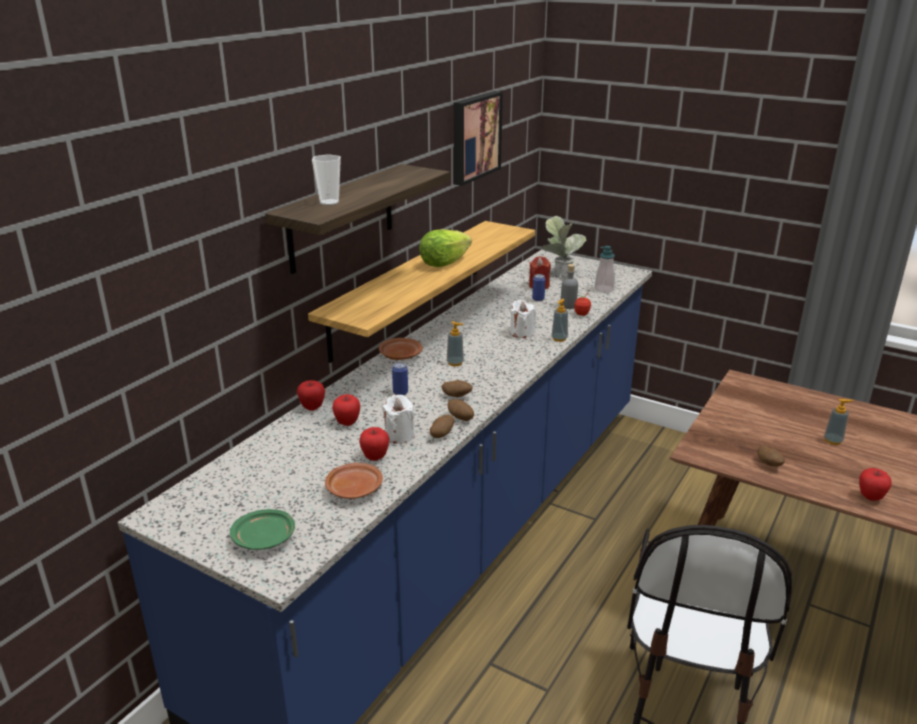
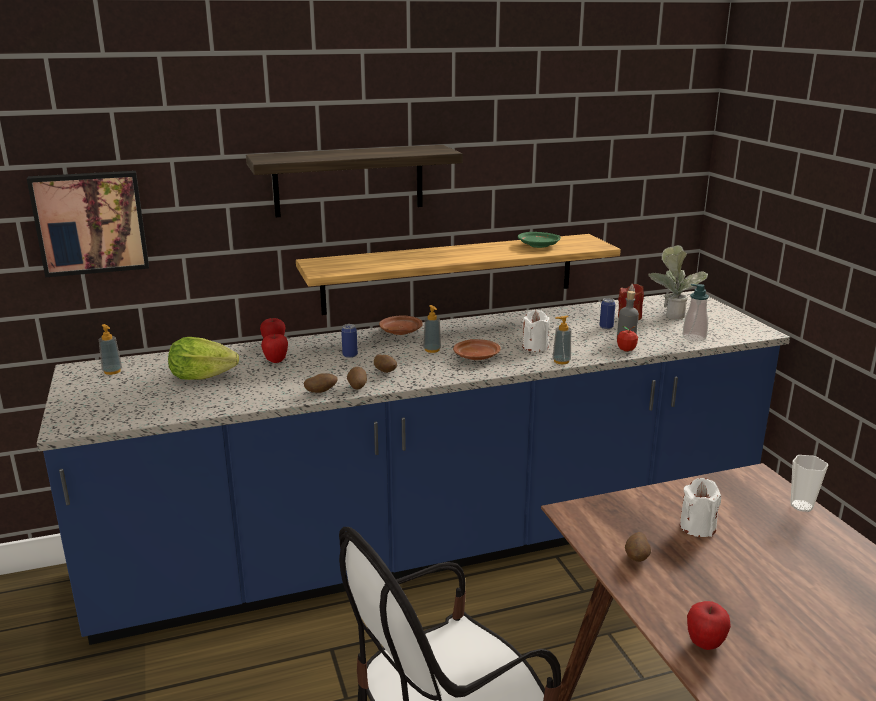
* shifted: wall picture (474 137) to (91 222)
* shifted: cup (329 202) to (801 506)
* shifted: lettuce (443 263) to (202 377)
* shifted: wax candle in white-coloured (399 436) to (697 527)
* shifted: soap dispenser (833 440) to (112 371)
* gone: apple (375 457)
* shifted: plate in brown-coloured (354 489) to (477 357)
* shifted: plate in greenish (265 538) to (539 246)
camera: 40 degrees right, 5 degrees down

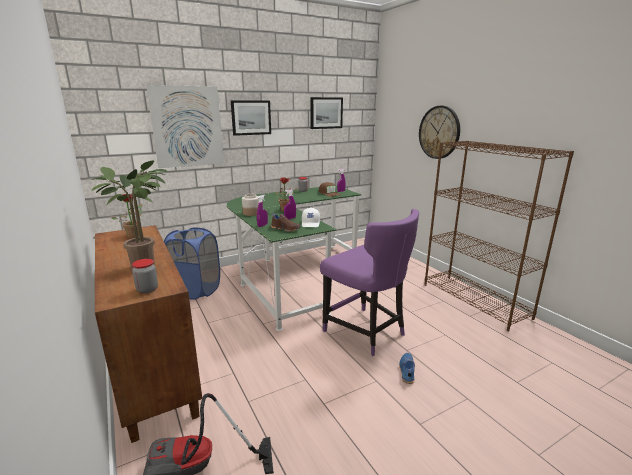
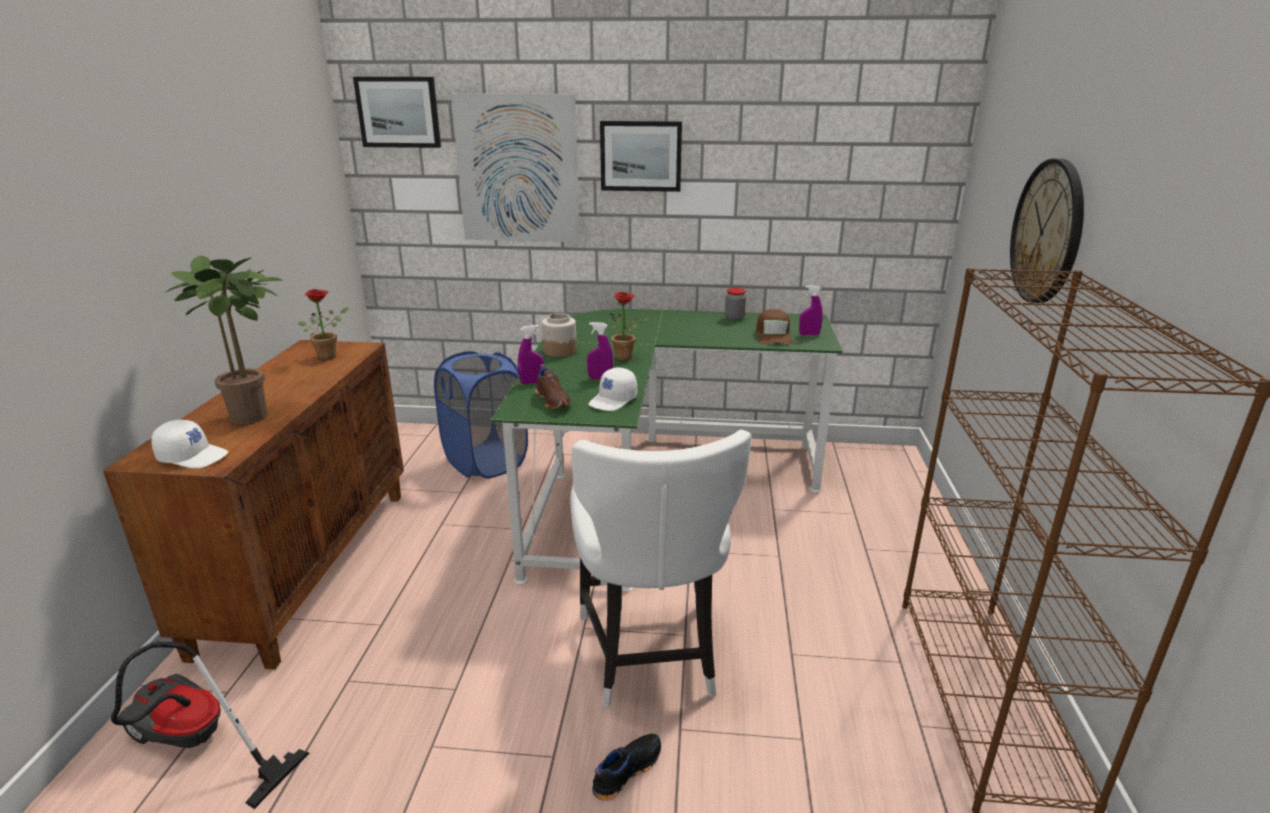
* shifted: wall picture (326 113) to (398 112)
* repainted: upright chair in purplish (366 332) to upright chair in white-coloured (649 655)
* swapped: storage jar (147 289) to peaked cap in white-coloured (193 456)
* repainted: low shoe in blue-coloured (406 371) to low shoe in blackish (625 770)
camera: 35 degrees right, 5 degrees up

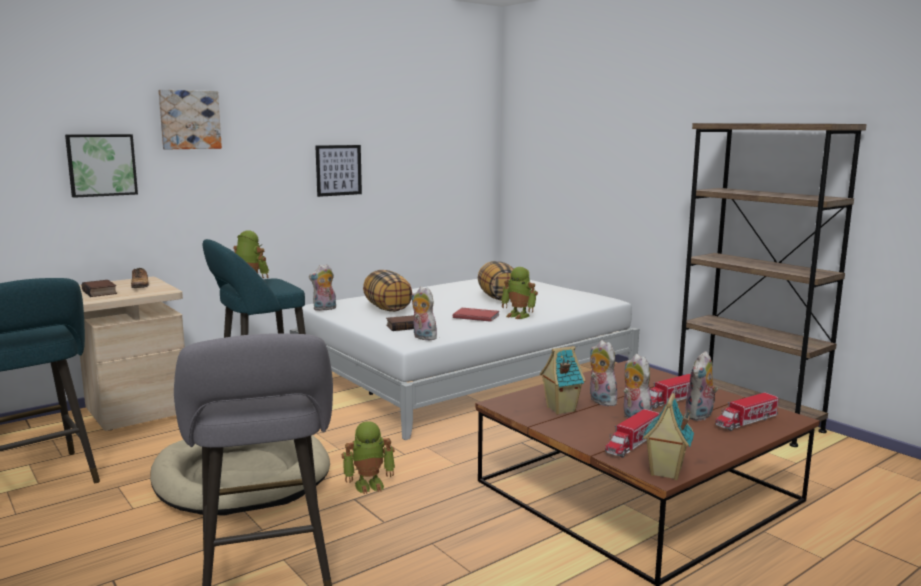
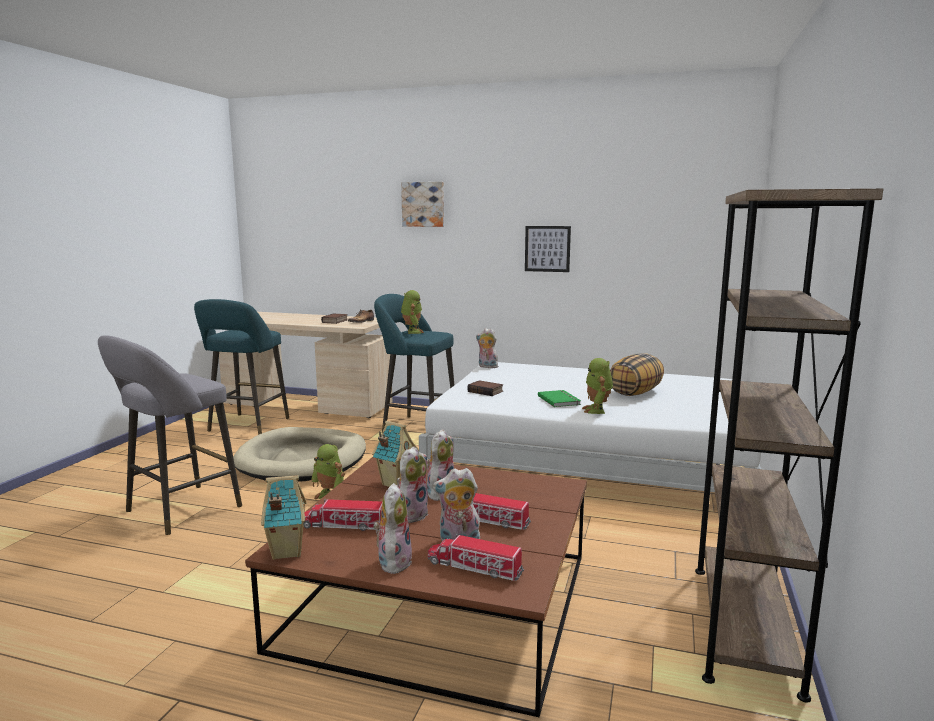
* gone: wall picture (101 165)
* gone: throw pillow (388 308)
* shifted: cuddly toy (422 337) to (393 561)
* repainted: bound book in red (476 316) to bound book in greenish (560 400)
camera: 55 degrees right, 0 degrees up

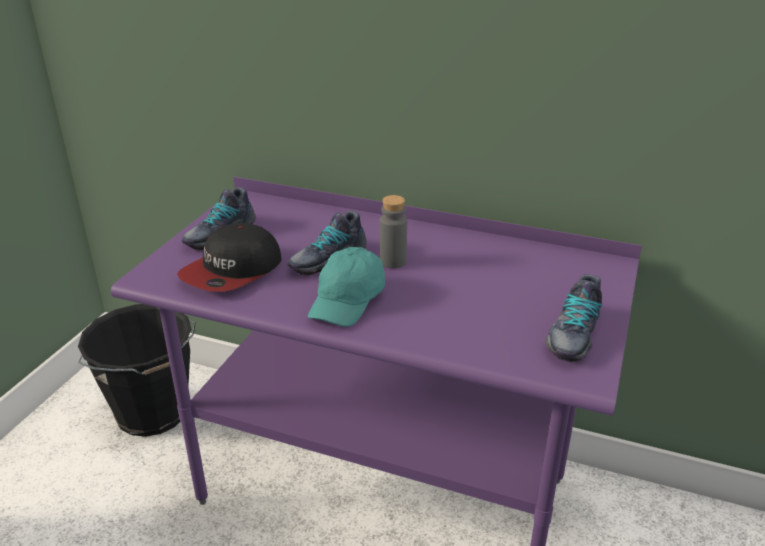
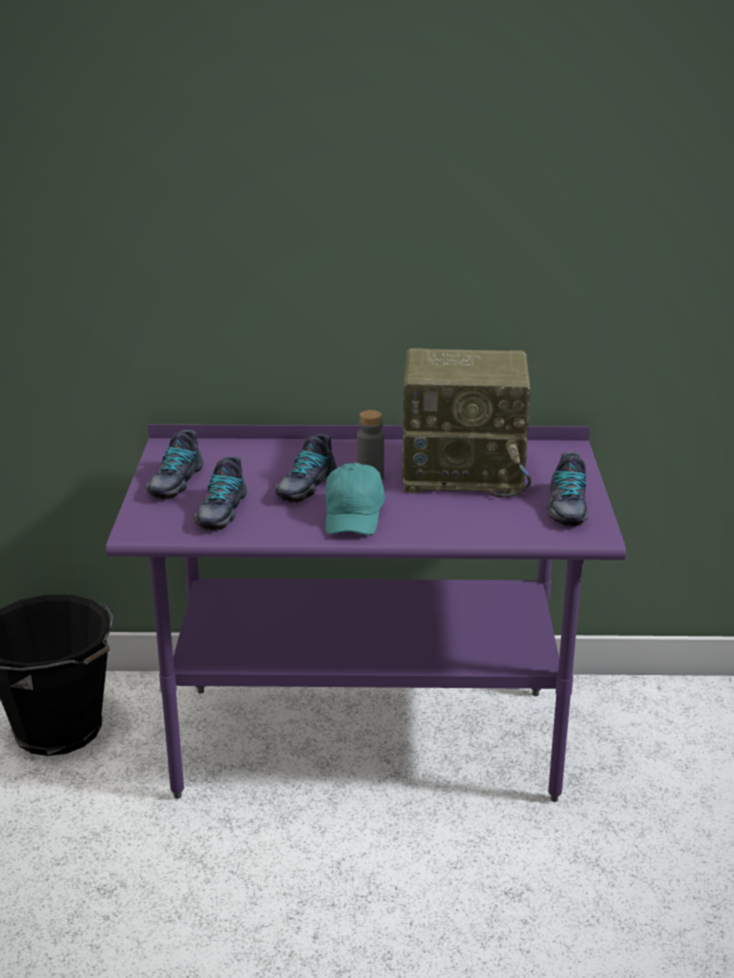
* swapped: peaked cap (233 271) to low shoe (220 511)
* new: radio receiver (465 472)
camera: 20 degrees left, 5 degrees down

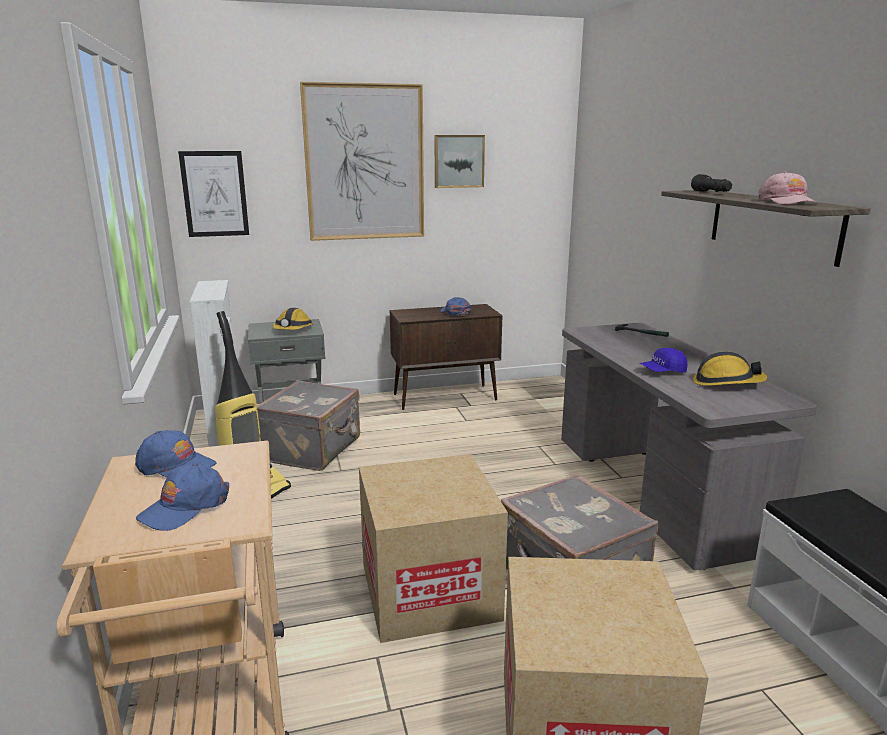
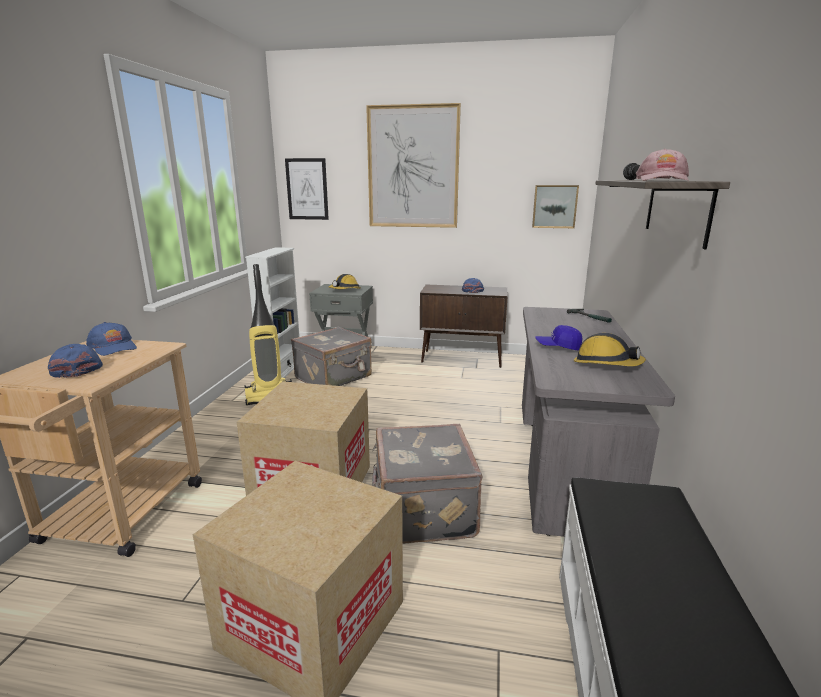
* shifted: wall picture (458 161) to (554 206)
* rotated: peaked cap in blue-coloured (185 507) = (77 368) 90 degrees clockwise
camera: 25 degrees right, 0 degrees up

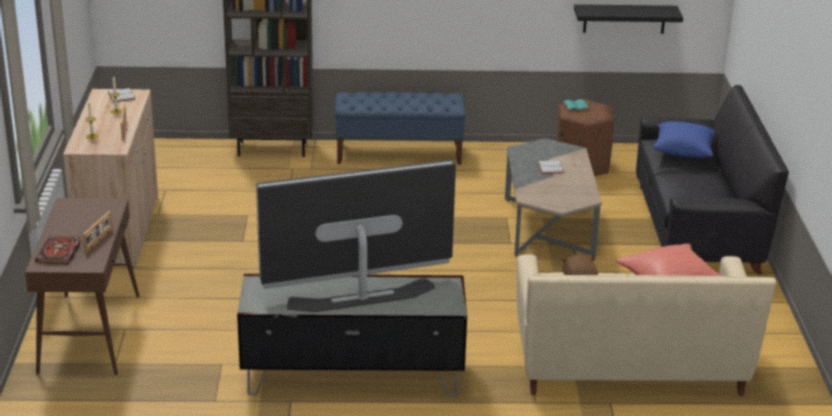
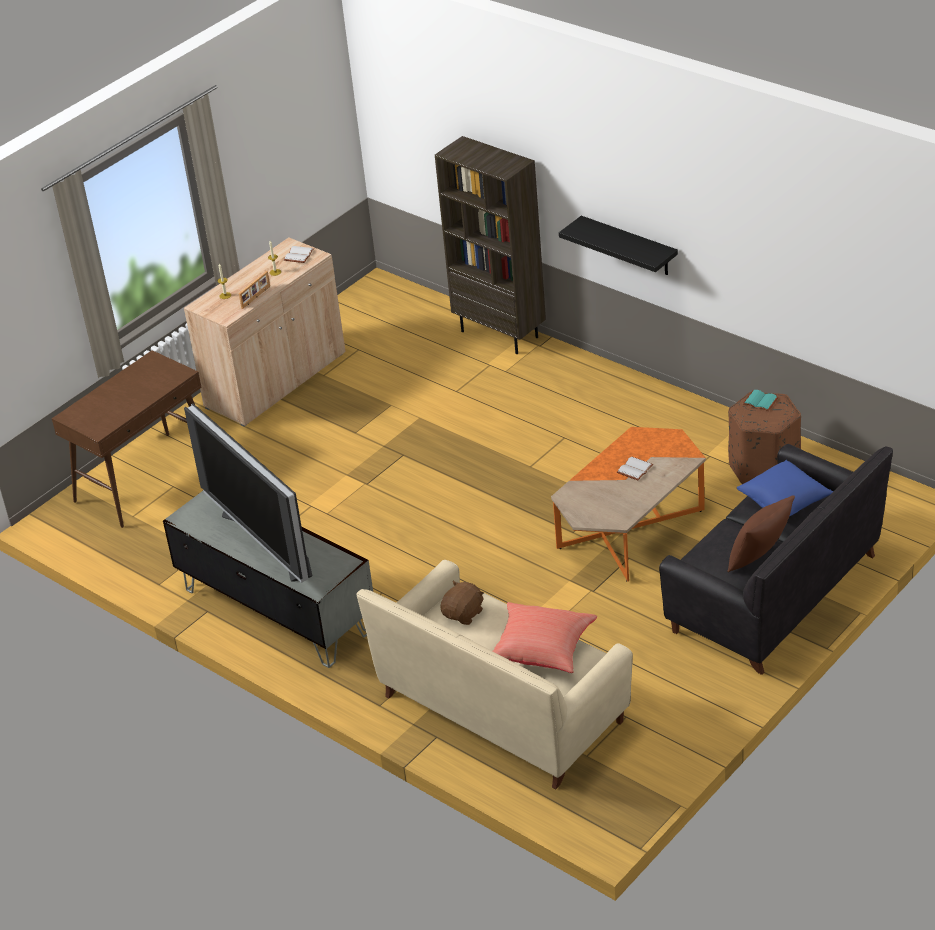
* shifted: shelf in blackish (624 18) to (629 246)
* gone: indoor bench in blue-coloured (399 154)
* repainted: low table in grey (549 227) to low table in orange (631 530)
* rotated: television (359 295) = (267 543) 150 degrees counterclockwise
* gone: picture frame (99 240)
* gone: bound book (59 252)
* new: throw pillow in brown-coloured (760 559)
camera: 45 degrees right, 10 degrees up

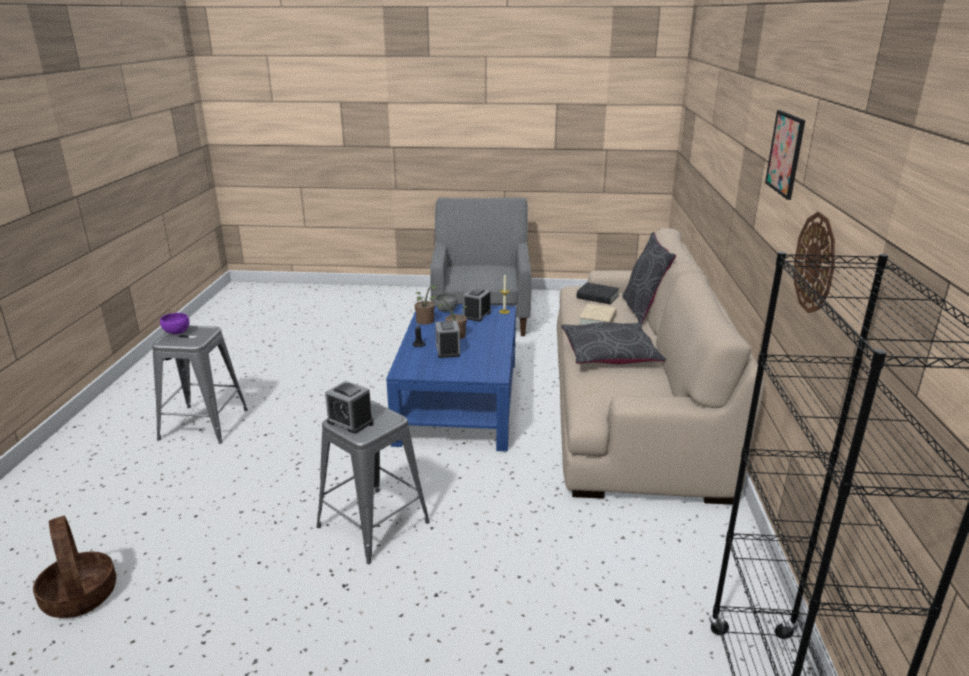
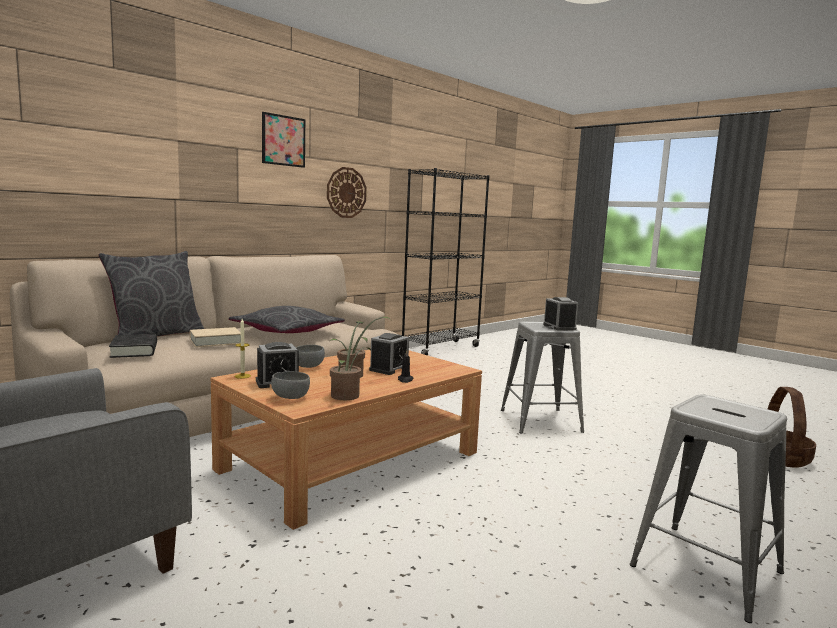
* repainted: low table in blue-coloured (459 401) to low table in brown-coloured (353 460)
* gone: serving bowl in purplish (177 332)
* new: serving bowl in grey (308 367)
camera: 140 degrees left, 15 degrees down

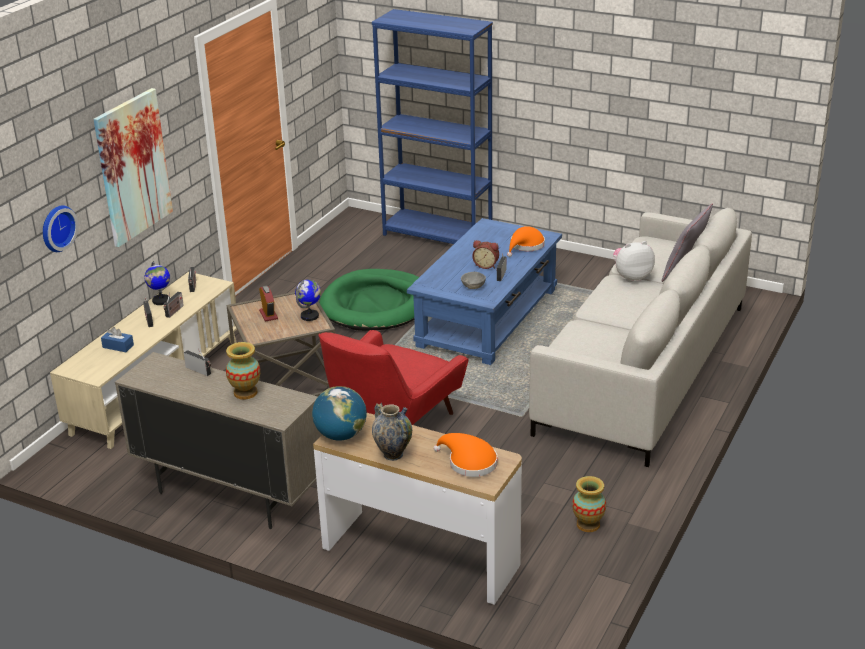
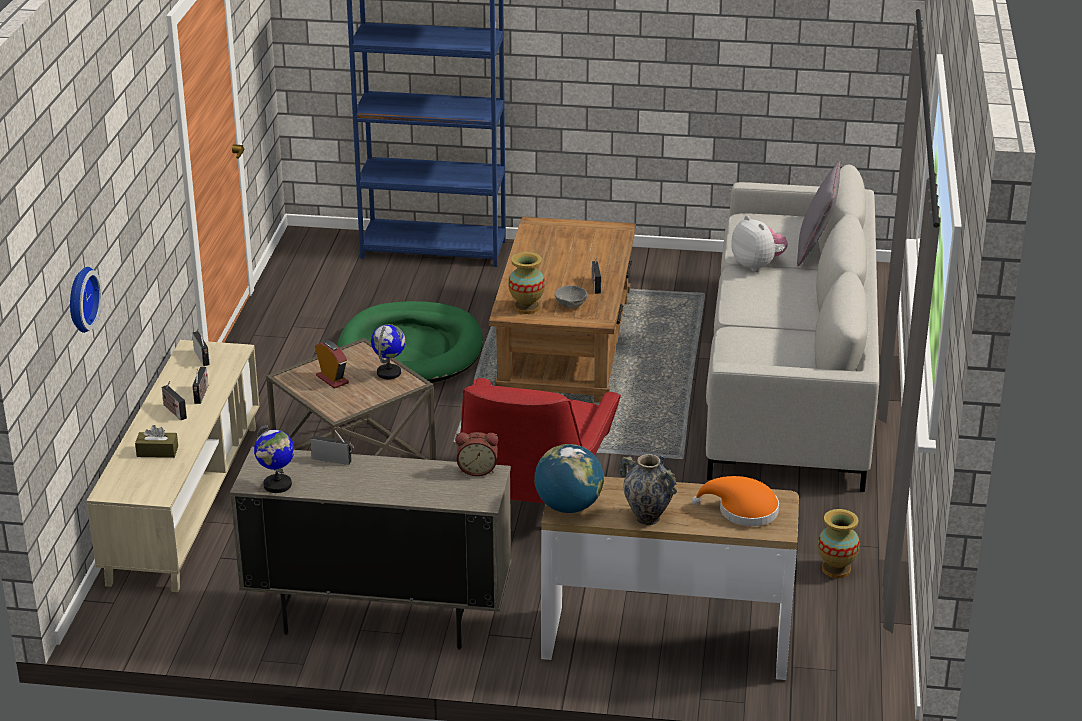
* gone: wall picture (133 167)
* repainted: low table in blue-coloured (487 318) to low table in brown-coloured (565 346)
* gone: wearable hat in orange (525 246)
* shifted: bedside clock (486 265) to (477 469)
* rotated: cuddly toy (631 277) = (757 265) 90 degrees clockwise
* shifted: globe (161 301) to (277 485)
* repainted: tissue holder in blue-coloured (118 346) to tissue holder in brown-coloured (157 451)
* shifted: flower vase (245 393) to (526 308)
camera: 20 degrees left, 0 degrees up

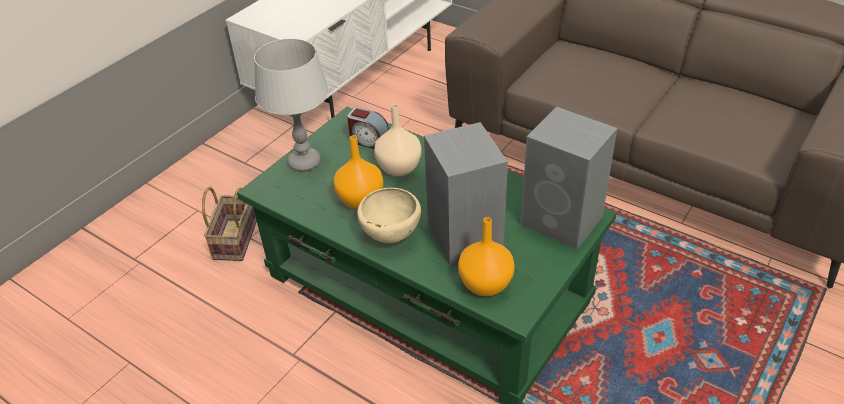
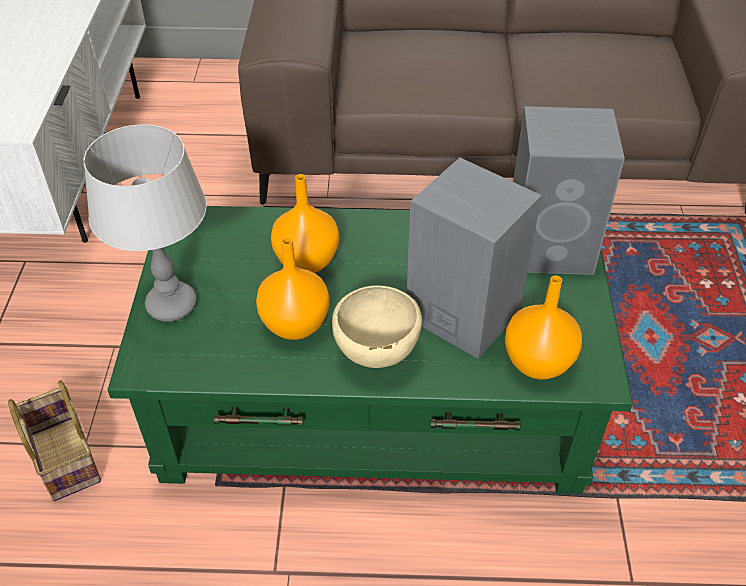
* repainted: flower vase in beige (399 167) to flower vase in orange (306 260)
* gone: bedside clock (369 141)
camera: 35 degrees left, 5 degrees up

